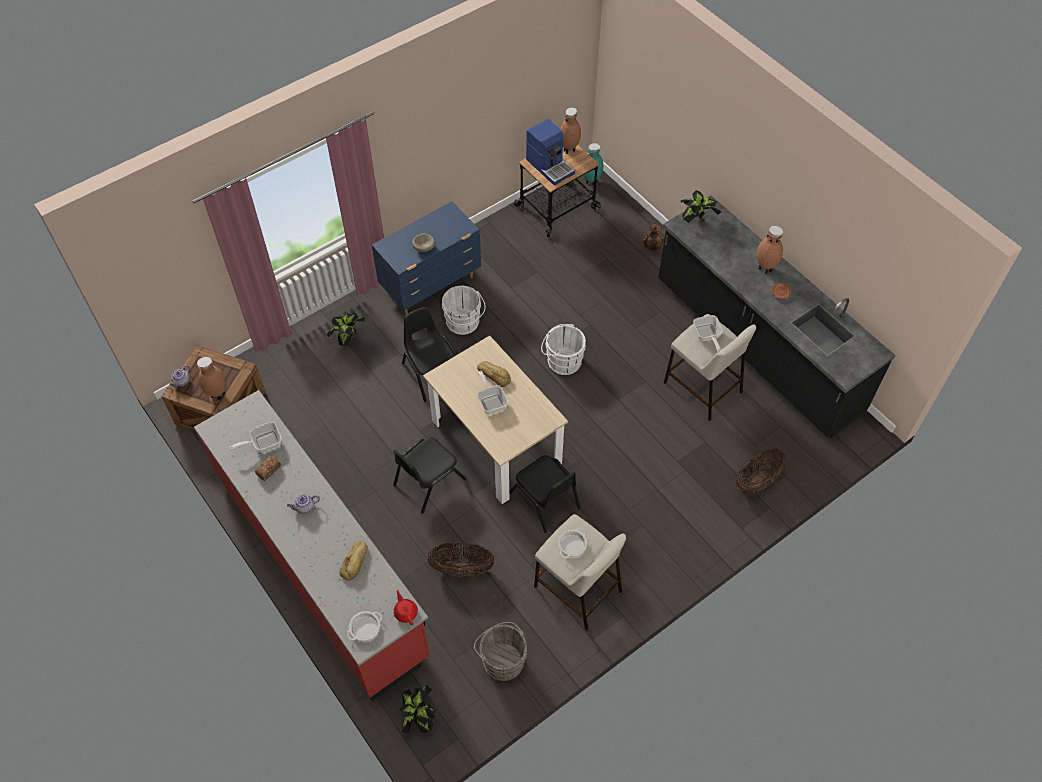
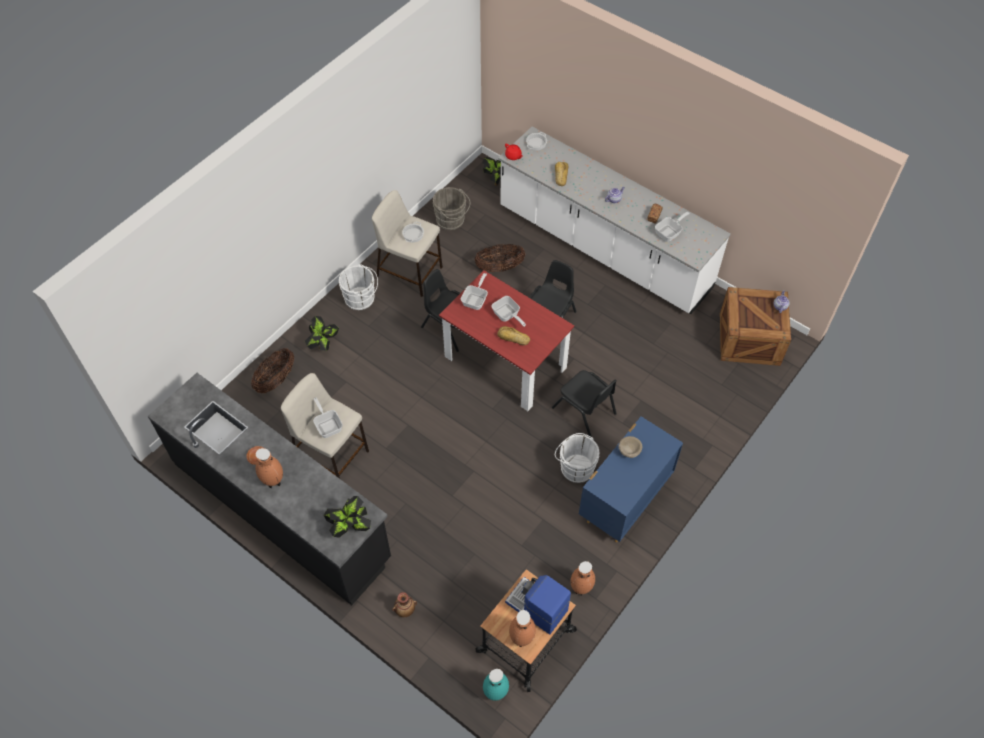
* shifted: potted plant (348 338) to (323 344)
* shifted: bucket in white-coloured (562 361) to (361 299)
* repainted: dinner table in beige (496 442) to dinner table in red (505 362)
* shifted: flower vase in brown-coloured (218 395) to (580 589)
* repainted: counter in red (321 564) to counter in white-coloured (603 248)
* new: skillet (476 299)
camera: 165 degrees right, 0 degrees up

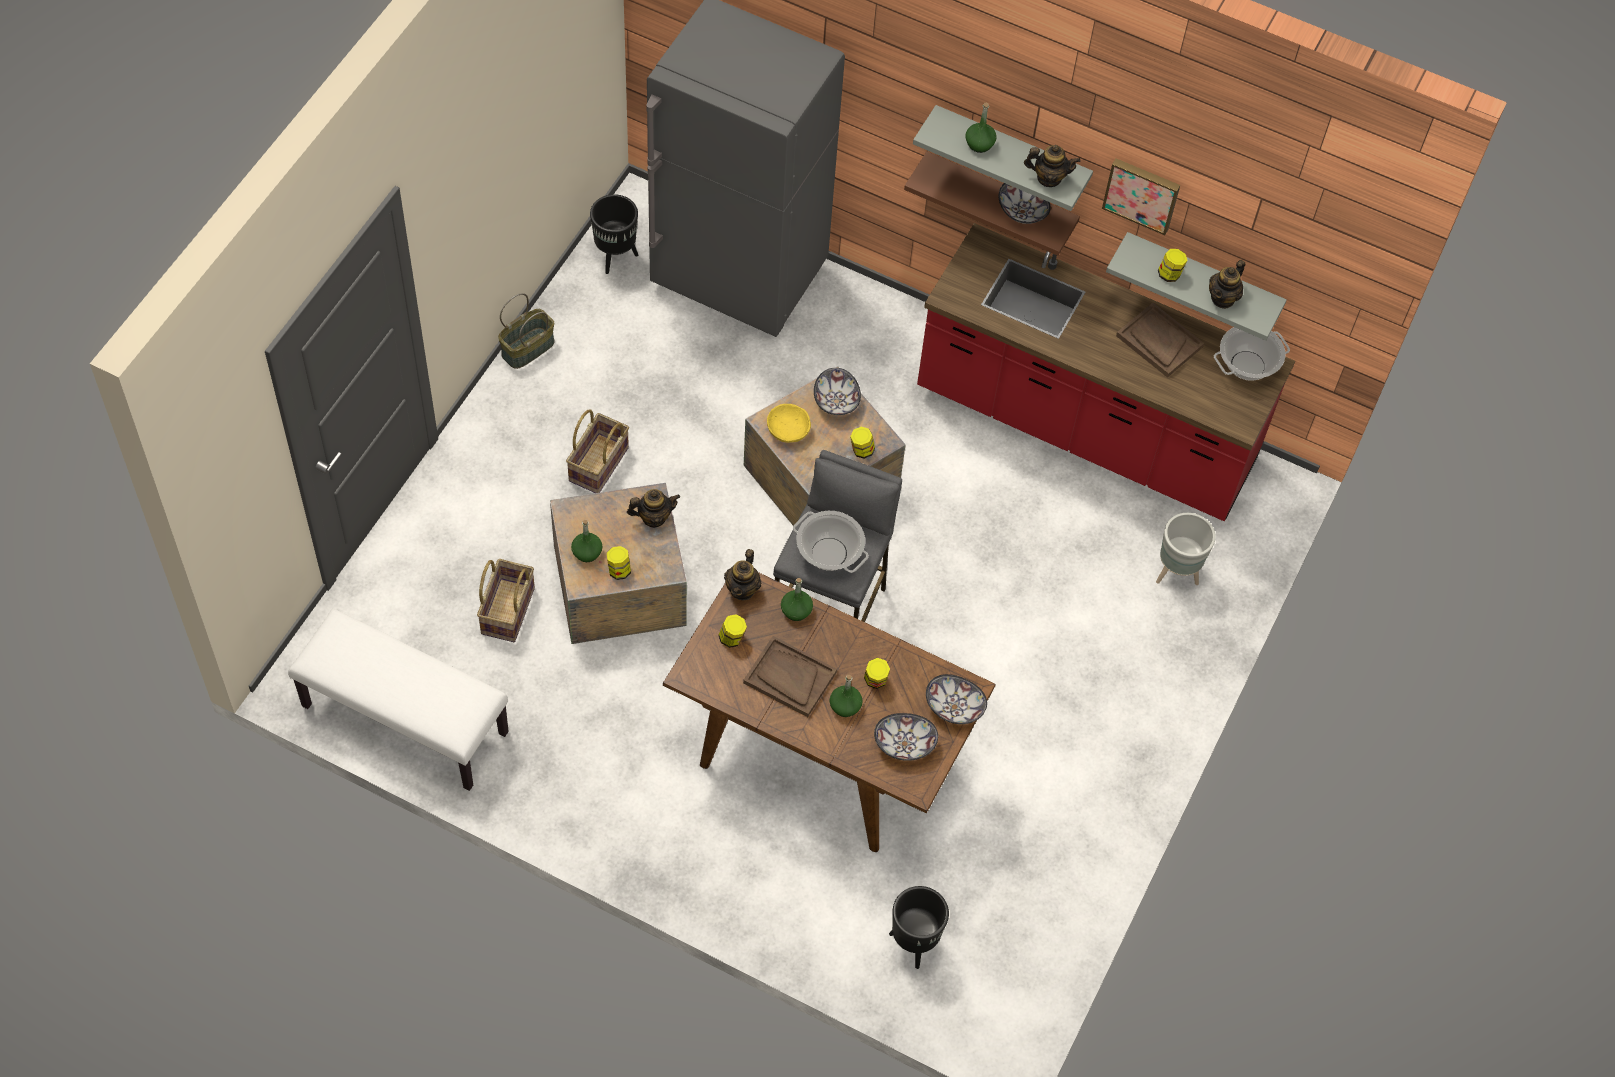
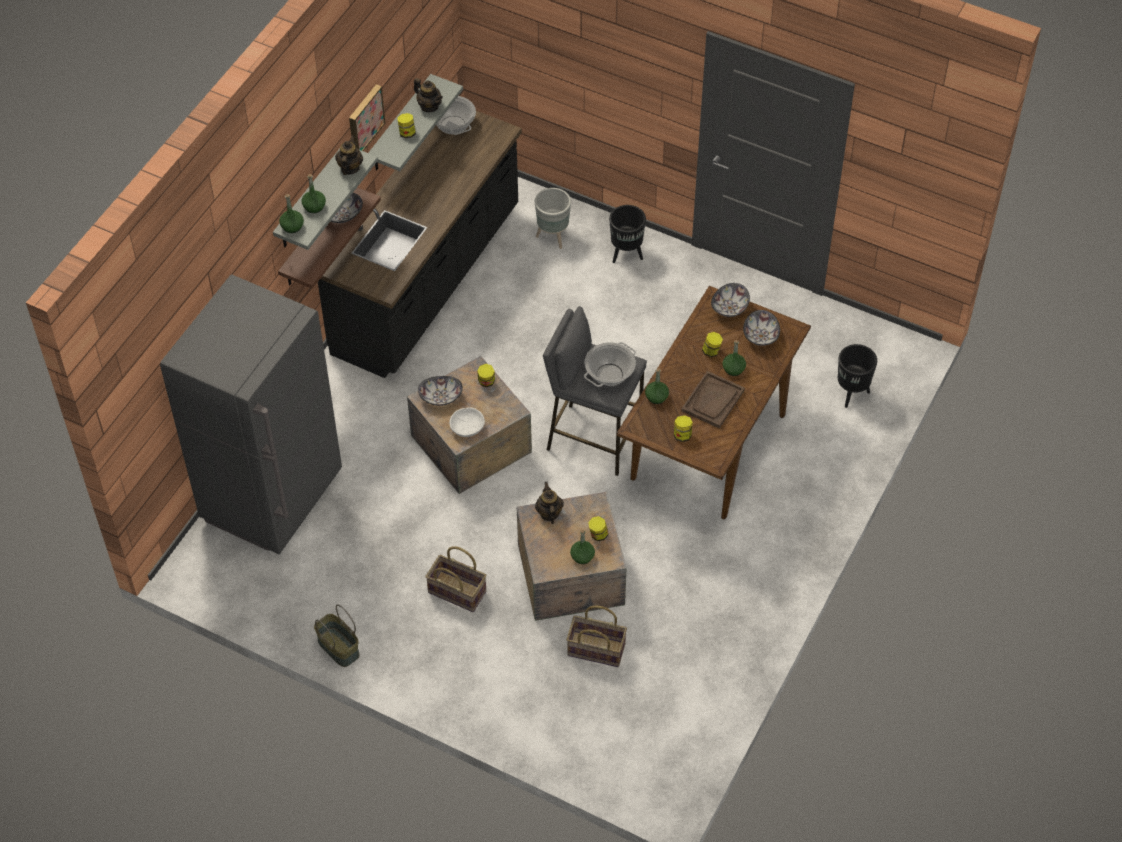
* shifted: planter in blackish (616 256) to (625 254)
* repainted: counter in red (1084 428) to counter in blackish (428 282)
* gone: serving tray in brown-coloured (1159 341)
* repainted: serving bowl in yellow-coloured (788 430) to serving bowl in white-coloured (467 427)
* gone: pot for tea (742 589)
* gone: indoor bench in white-coloured (403 720)
* new: drink bottle in greenish (292 226)
camera: 85 degrees left, 5 degrees down

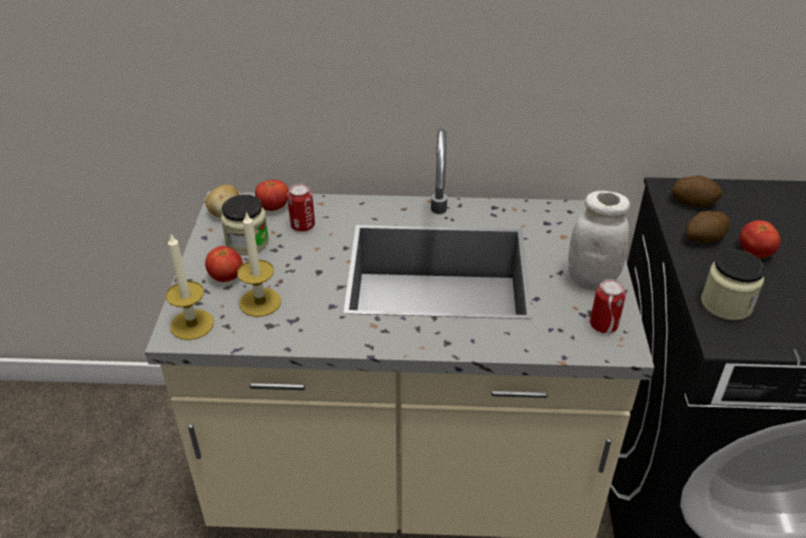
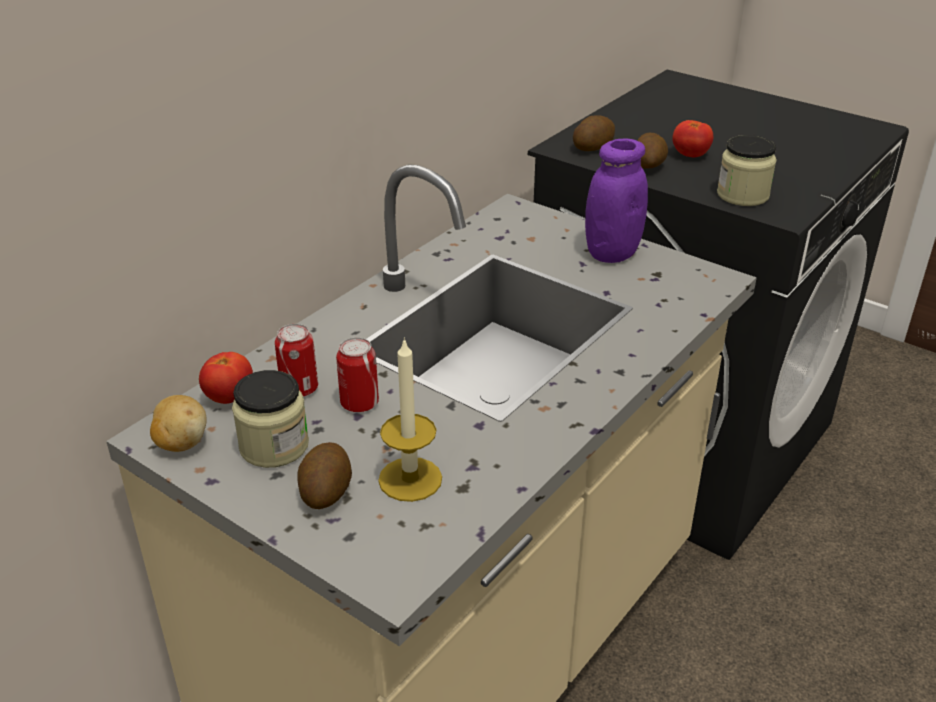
* repainted: storage jar in white-coloured (591 280) to storage jar in purplish (611 253)
* gone: wax candle (192 324)
* swapped: fresh tomato (226 277) to spud (326 491)
* shifted: can (603 325) to (359 403)
camera: 55 degrees left, 5 degrees down

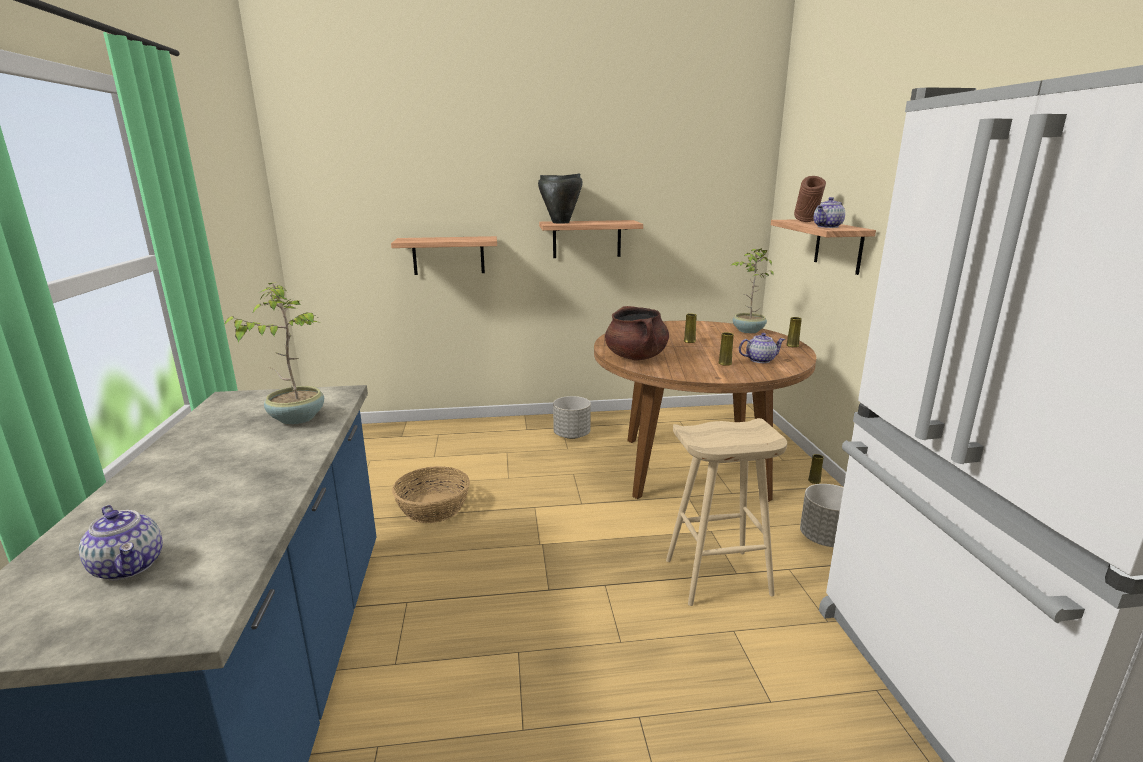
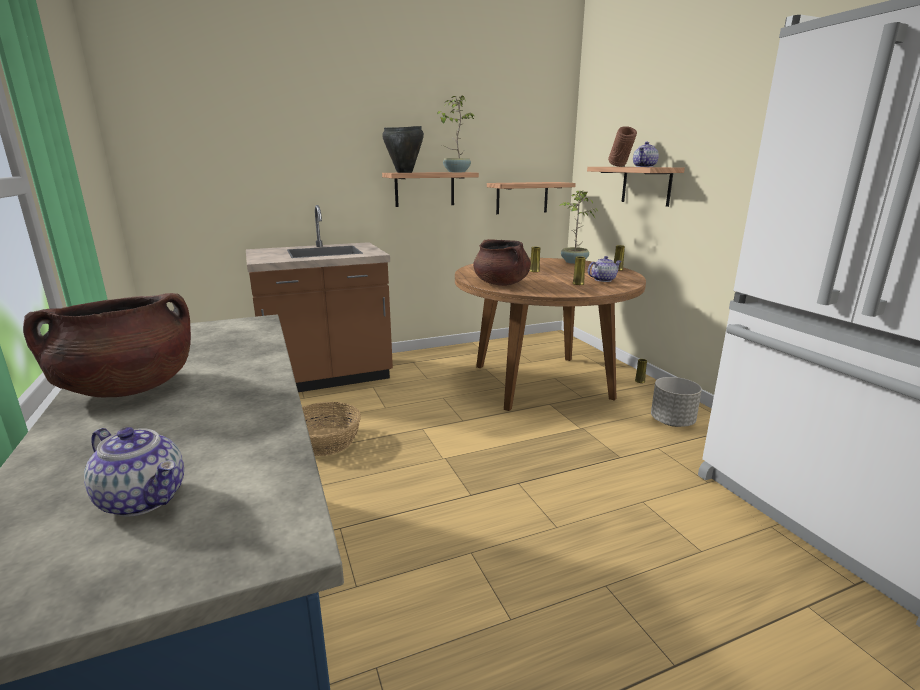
* shifted: shelf (448 255) to (522 198)
* shifted: potted plant (296 418) to (456 172)
* gone: planter in grey (571 435)
* gone: stool seat in beige (717 578)
* new: counter in brown-coloured (327 378)
* new: cooking pot in brown-coloured (129 388)
camera: 15 degrees left, 0 degrees up

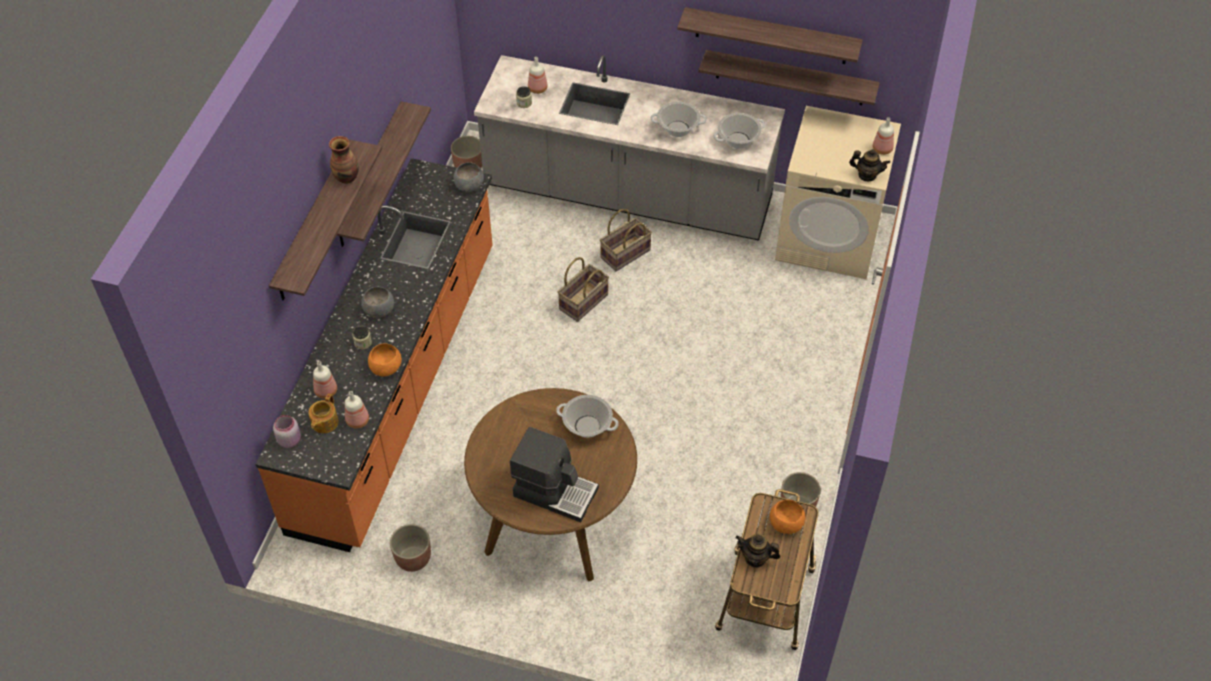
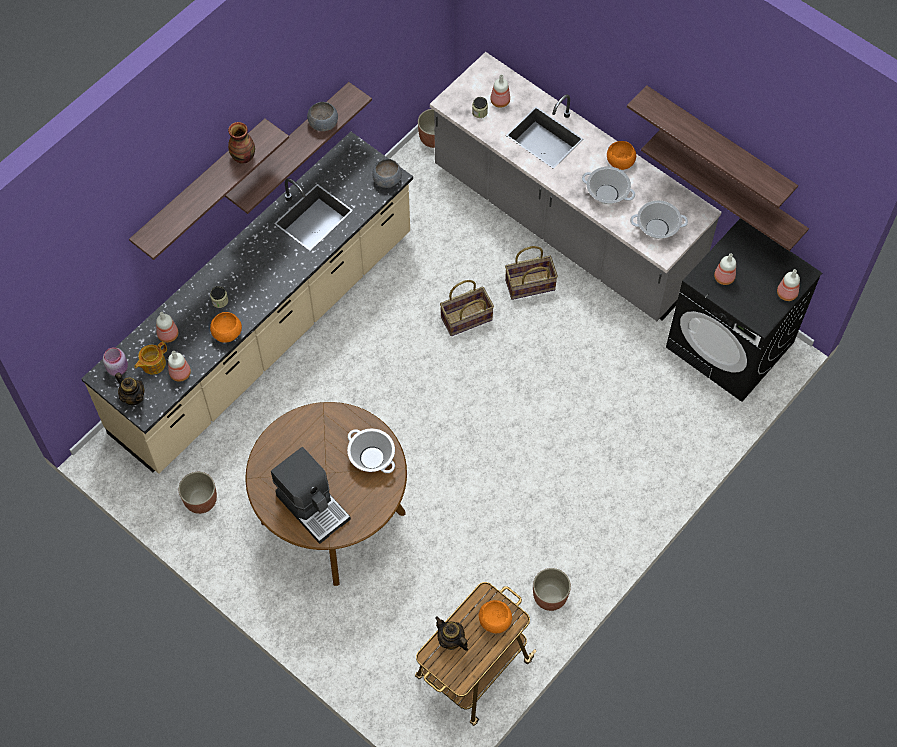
* repainted: laundry machine in beige (829 238) to laundry machine in blackish (730 345)
* shifted: pot for tea (867 175) to (133 397)
* repainted: counter in orange (398 385) to counter in beige (265 334)
* shifted: serving bowl in grey (380 310) to (324 124)
* new: serving bowl in orange (621 162)
* new: drink bottle (723 277)
camera: 25 degrees right, 10 degrees up

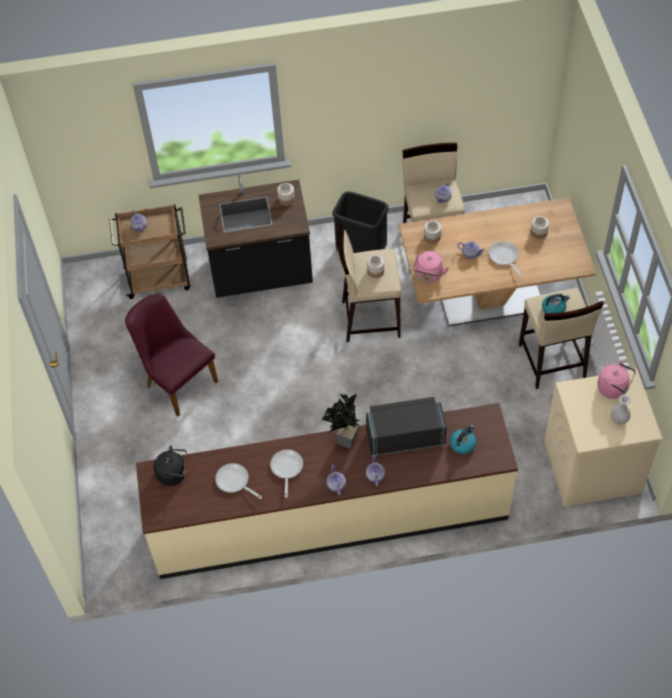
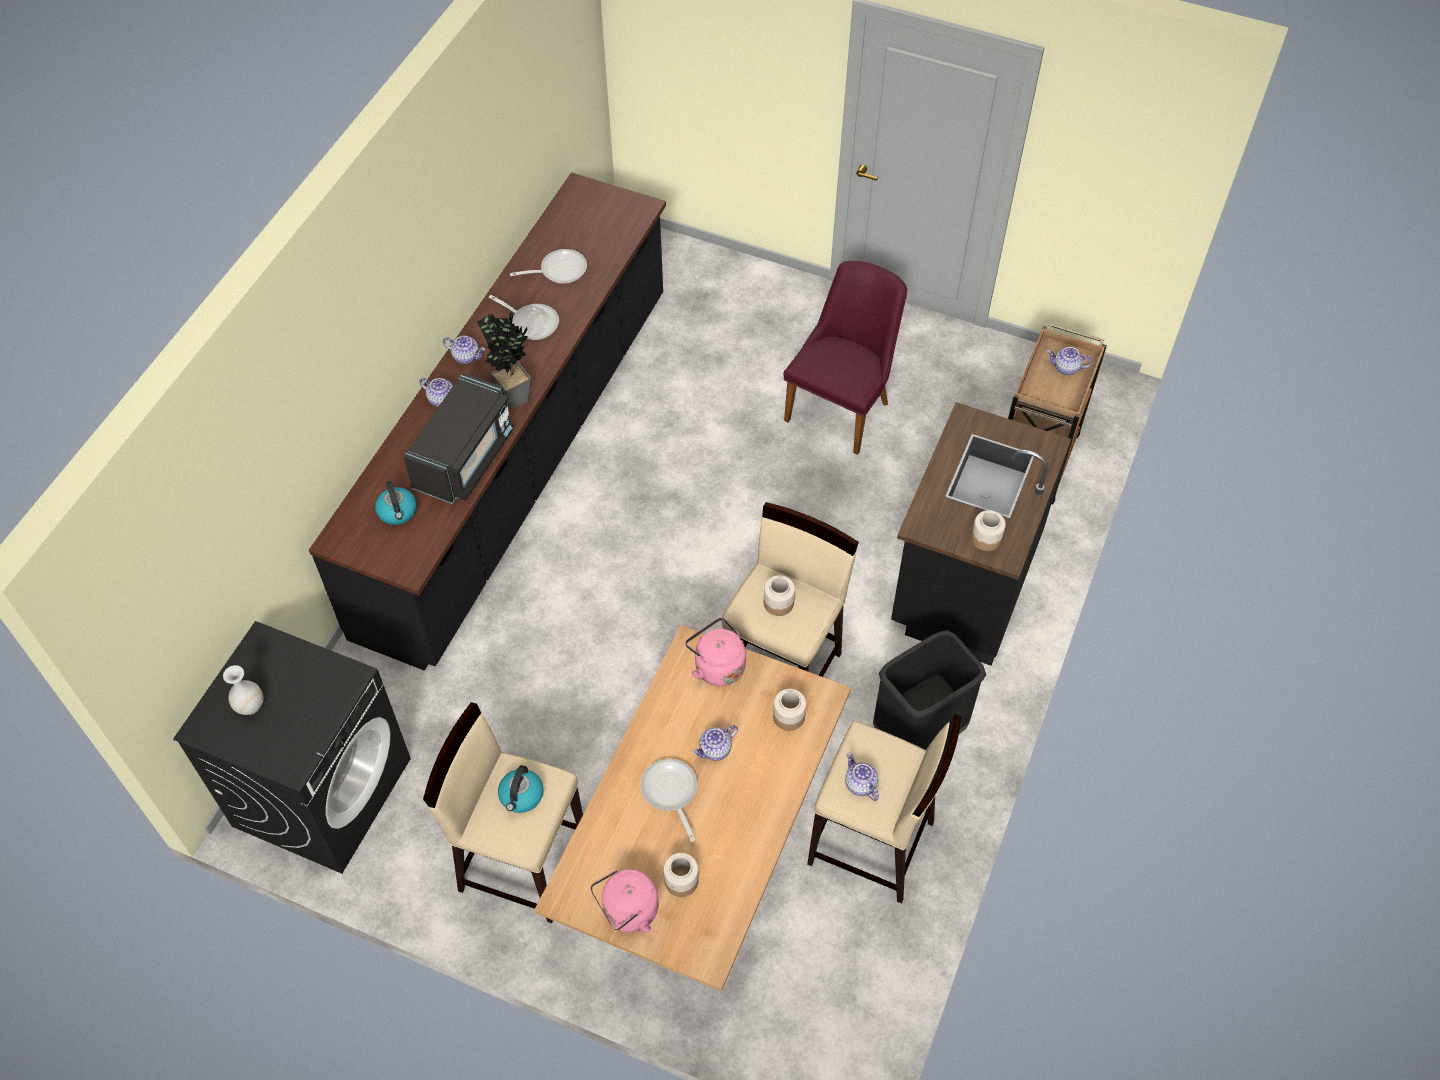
* rotated: skillet (504 257) = (670 793) 120 degrees counterclockwise
* rotated: upright chair in purplish (176 381) = (843 406) 45 degrees counterclockwise
* shifted: water kettle in pink-coloured (614 388) to (627 912)
* repainted: laundry machine in beige (592 467) to laundry machine in blackish (322 791)
* repainted: counter in beige (329 517) to counter in blackish (519 460)
* gone: water kettle in blackish (174 474)
camera: 120 degrees right, 0 degrees up

